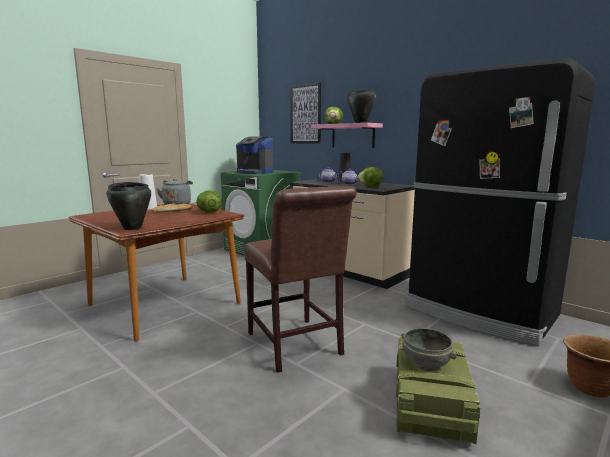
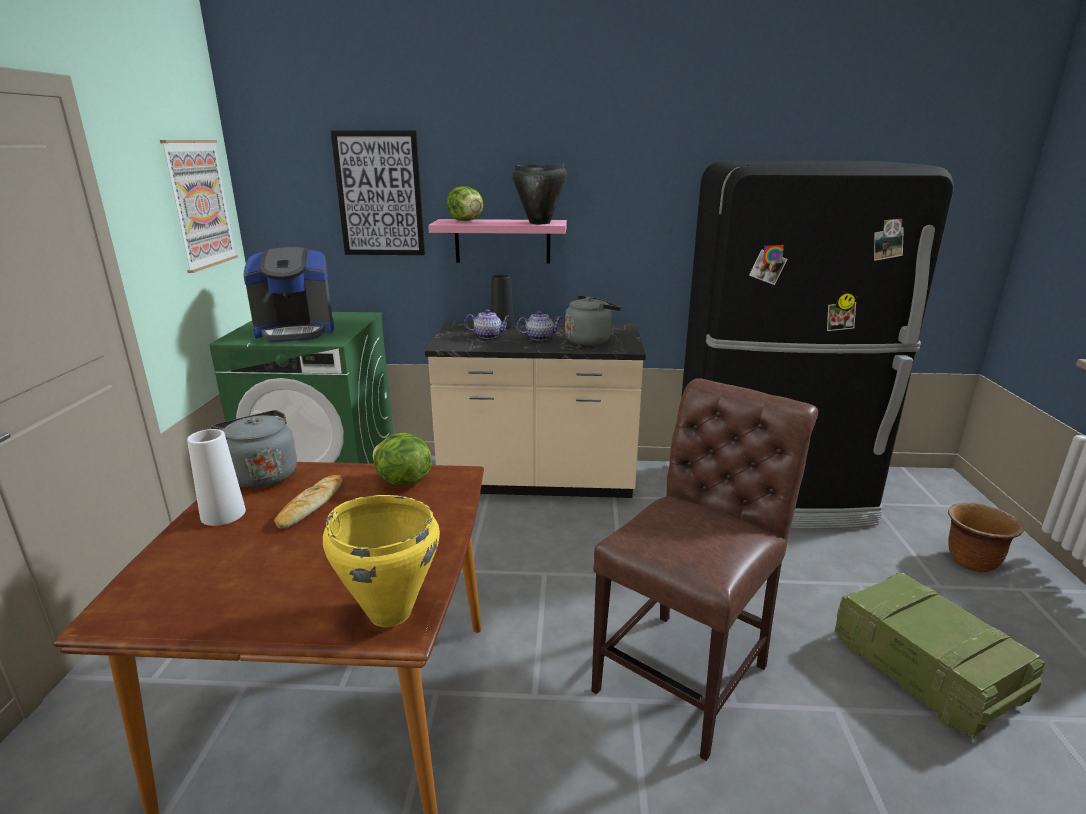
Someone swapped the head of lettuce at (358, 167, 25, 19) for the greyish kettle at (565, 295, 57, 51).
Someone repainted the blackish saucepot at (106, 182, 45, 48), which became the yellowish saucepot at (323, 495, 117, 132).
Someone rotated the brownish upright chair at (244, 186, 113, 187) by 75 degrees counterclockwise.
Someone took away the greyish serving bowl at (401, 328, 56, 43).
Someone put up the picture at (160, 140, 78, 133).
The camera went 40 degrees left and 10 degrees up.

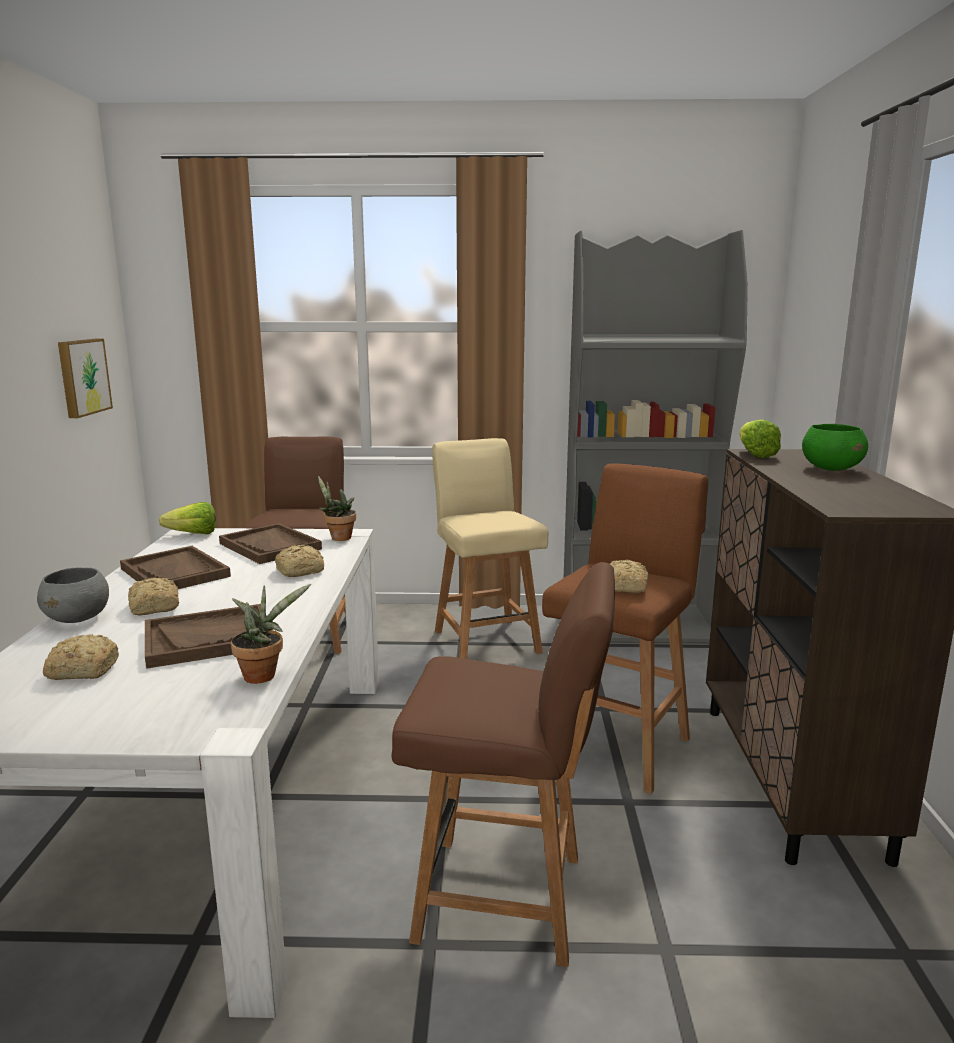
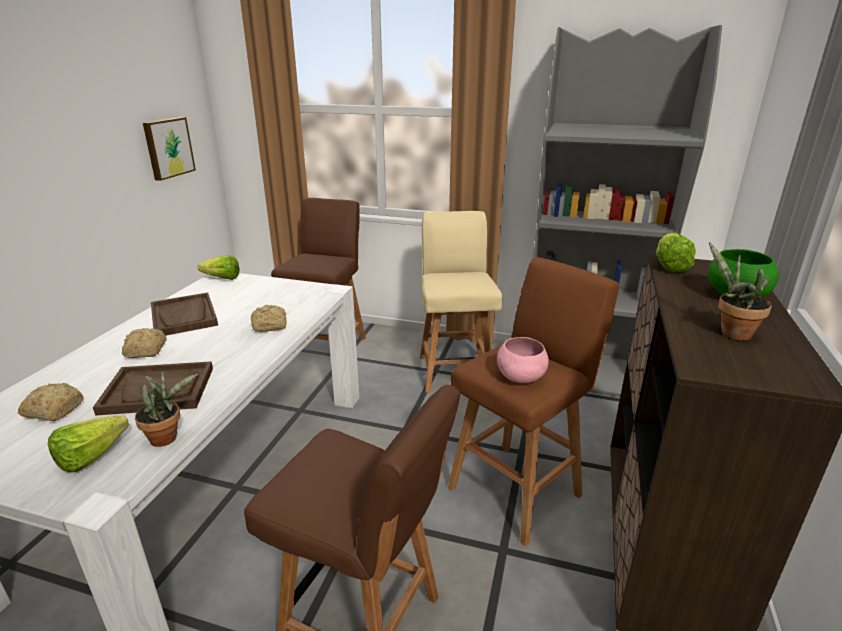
Someone carried the houseplant from (318, 476, 38, 65) to (709, 242, 63, 99).
Someone took away the brownish tray at (219, 523, 103, 41).
Someone swapped the baked bread at (610, 559, 38, 34) for the pinkish serving bowl at (497, 337, 52, 46).
Someone took away the greyish serving bowl at (37, 567, 72, 56).
Someone put down the head of lettuce at (48, 416, 81, 57).
The camera went 15 degrees right and 10 degrees up.

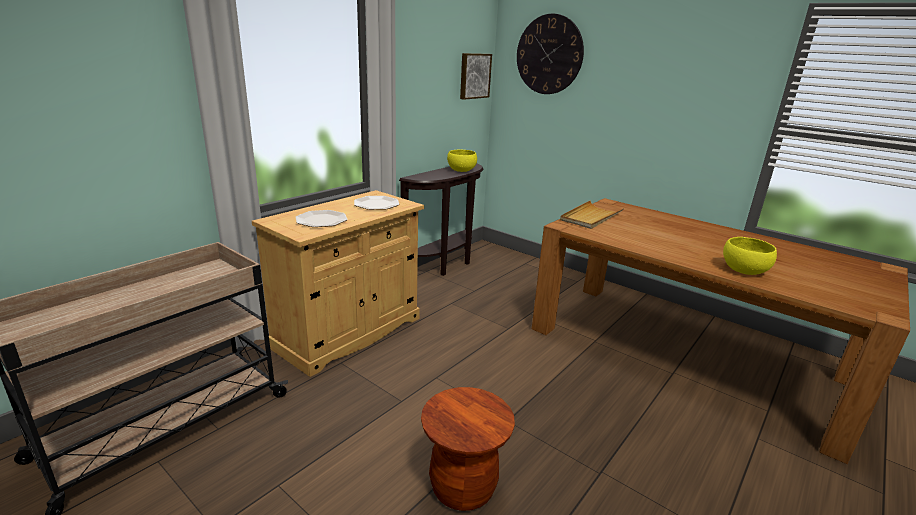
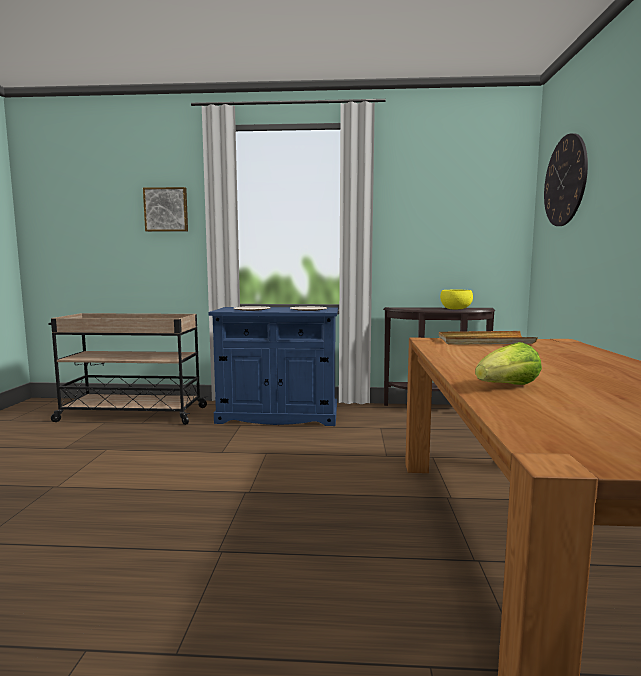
Someone carried the picture from (460, 53, 32, 47) to (143, 187, 45, 45).
Someone repainted the beige cupboard at (252, 190, 172, 187), which became the bluish cupboard at (208, 307, 130, 119).
Someone swapped the yellowish serving bowl at (723, 237, 54, 38) for the head of lettuce at (475, 342, 67, 43).
Someone took away the brownish stool seat at (421, 387, 94, 124).
The camera went 55 degrees right and 15 degrees down.

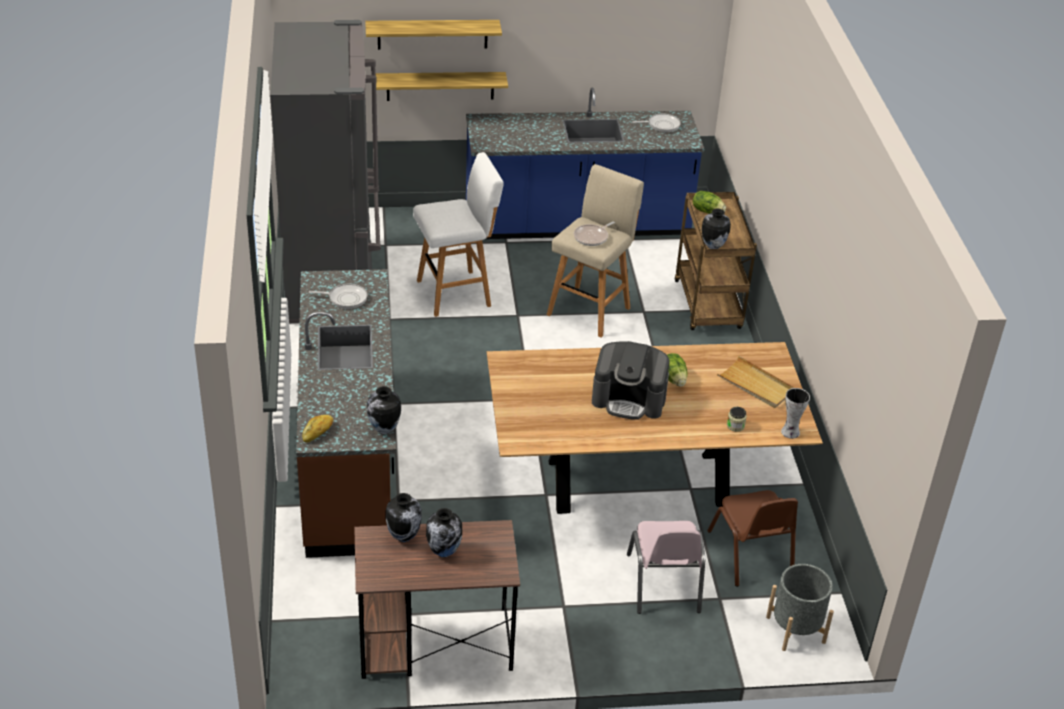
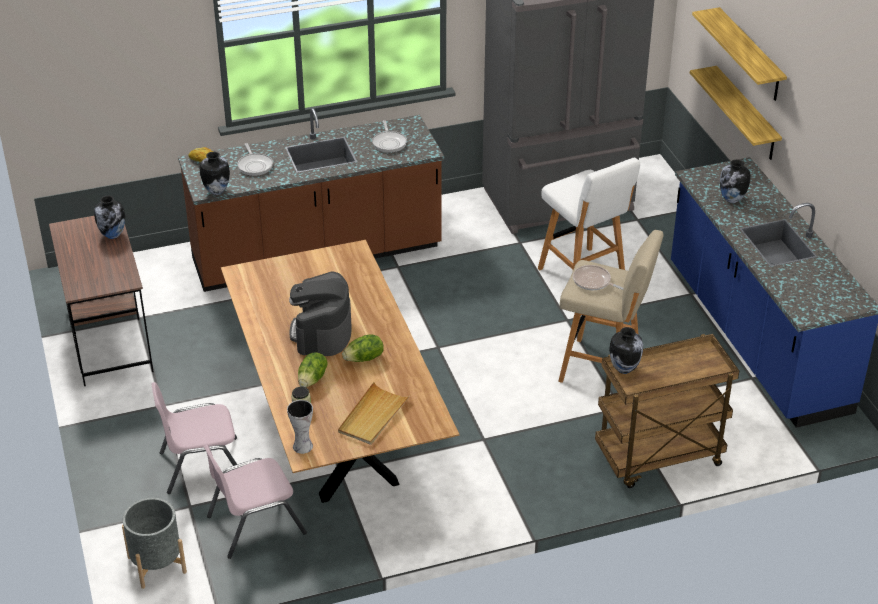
Someone carried the frying pan from (632, 114, 49, 18) to (238, 143, 35, 33).
Someone carried the head of lettuce from (693, 191, 33, 23) to (298, 352, 30, 35).
Someone repainted the brownish upright chair at (707, 490, 91, 97), which became the pinkish upright chair at (203, 445, 104, 114).
Someone carried the flower vase from (426, 508, 36, 49) to (720, 160, 31, 43).
The camera went 80 degrees right and 0 degrees up.

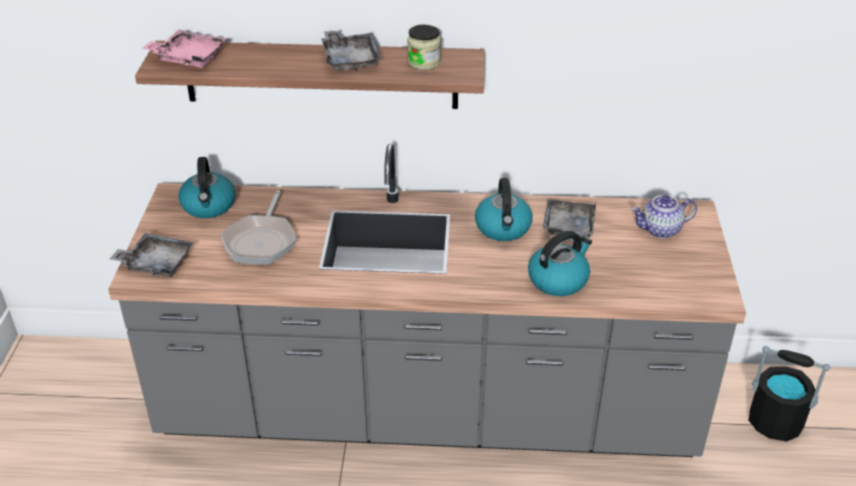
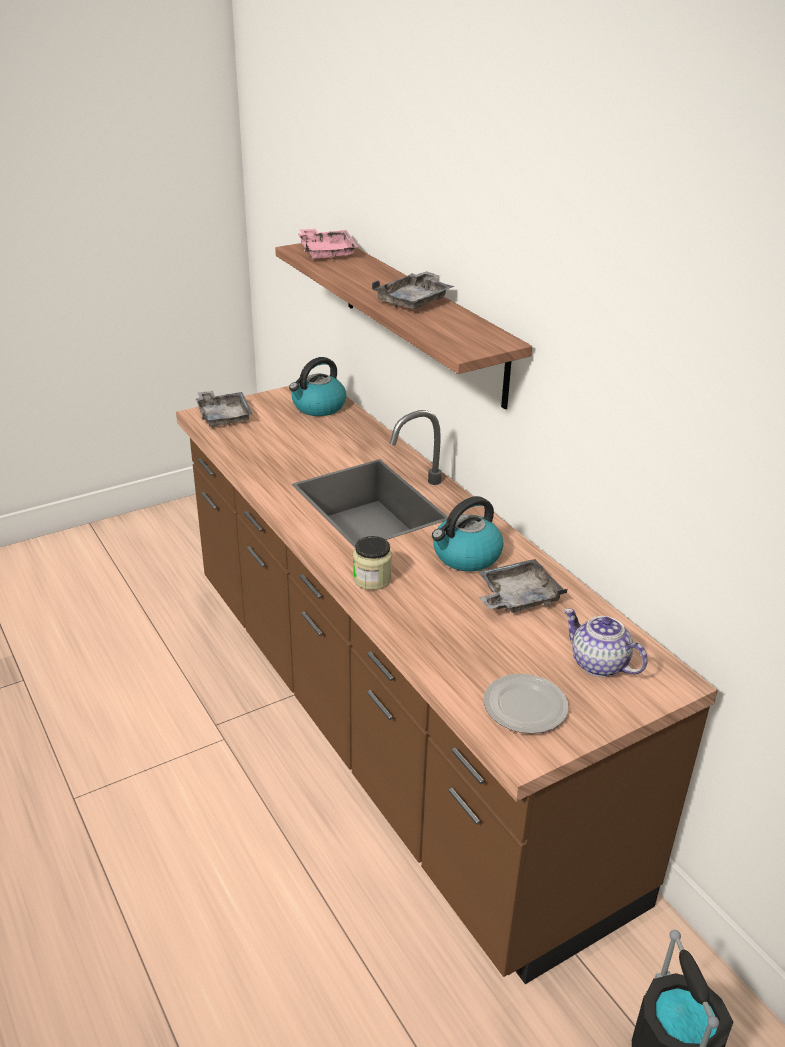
Someone carried the storage jar from (407, 25, 34, 45) to (353, 536, 39, 54).
Someone repainted the greyish counter at (108, 143, 638, 314), which became the brownish counter at (176, 386, 542, 598).
Someone took away the frying pan at (221, 191, 75, 74).
Someone took away the kettle at (528, 231, 64, 65).
Someone put down the plate at (484, 674, 85, 60).
The camera went 55 degrees right and 5 degrees down.

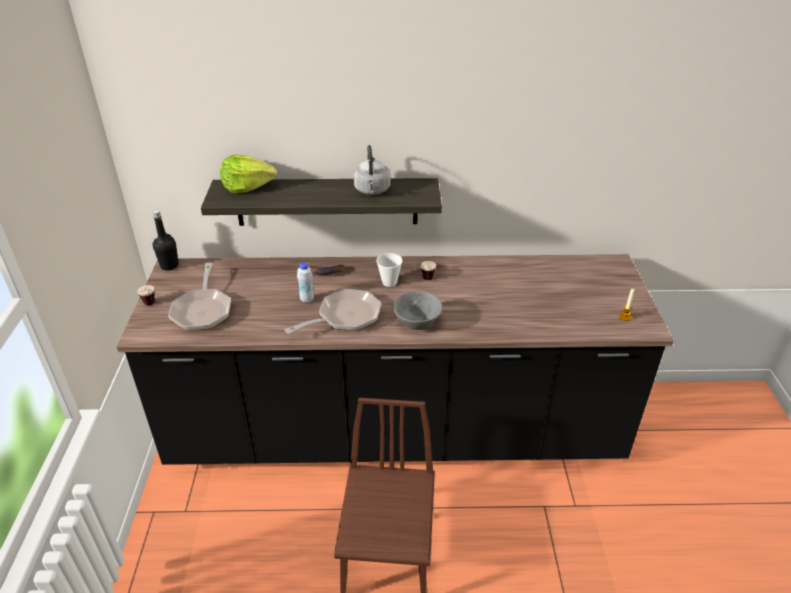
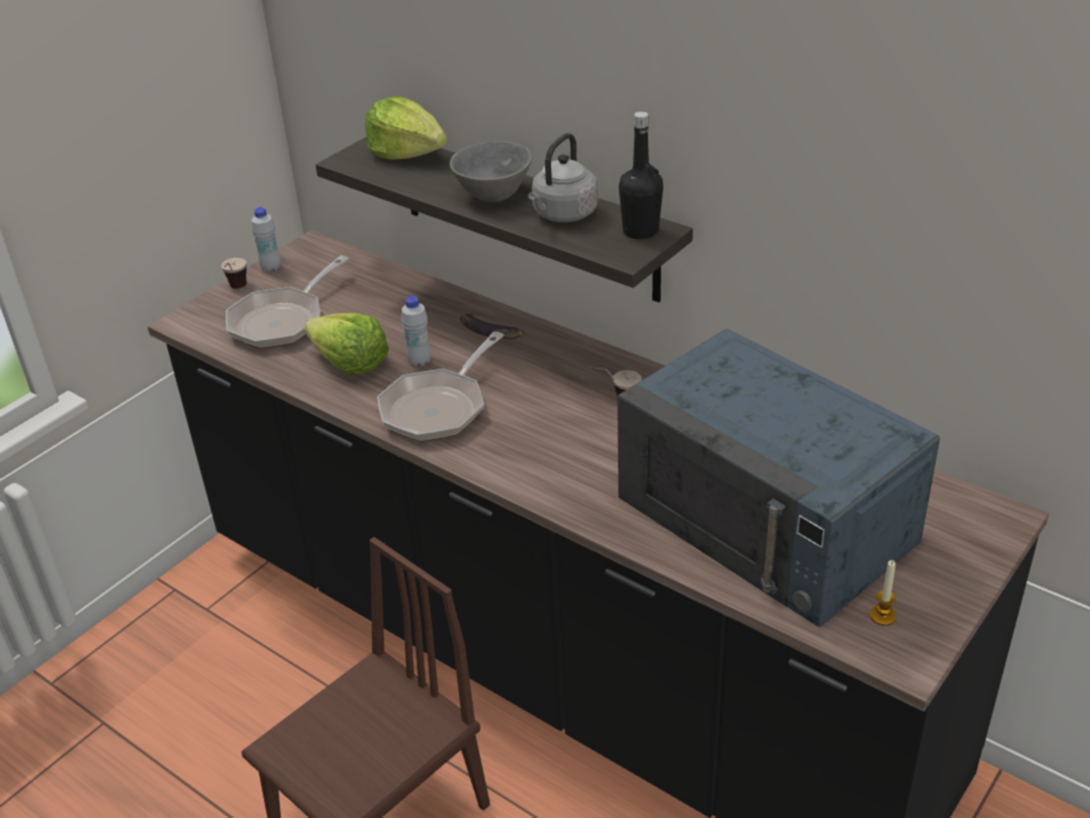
Someone carried the blackish bottle from (153, 210, 26, 61) to (619, 112, 44, 128).
Someone took away the cup at (376, 253, 27, 34).
Someone rotated the frying pan at (285, 289, 96, 45) by 120 degrees clockwise.
Someone carried the greyish serving bowl from (393, 291, 49, 39) to (450, 141, 82, 61).
Someone put down the whitish bottle at (251, 207, 30, 65).
Someone put down the head of lettuce at (304, 313, 85, 62).
Someone put down the bluish kitchen microwave at (617, 329, 323, 298).
The camera went 40 degrees right and 0 degrees up.

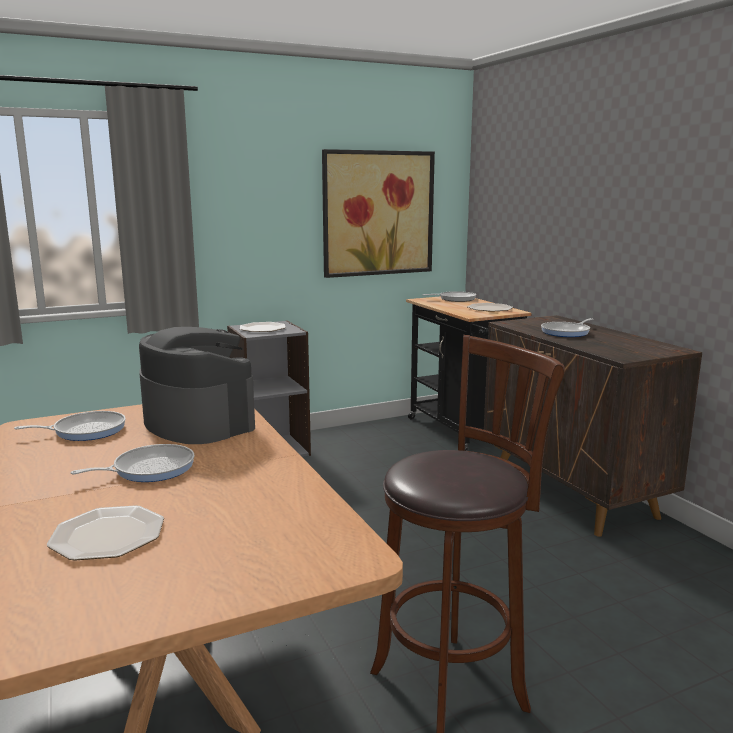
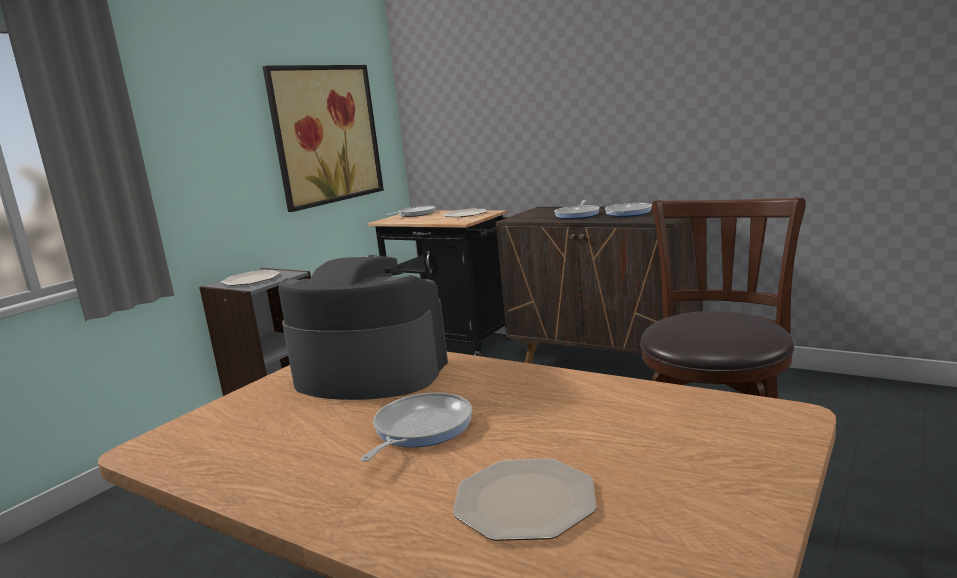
Someone carried the frying pan from (14, 411, 112, 30) to (605, 203, 47, 14).
The camera went 30 degrees left and 0 degrees up.

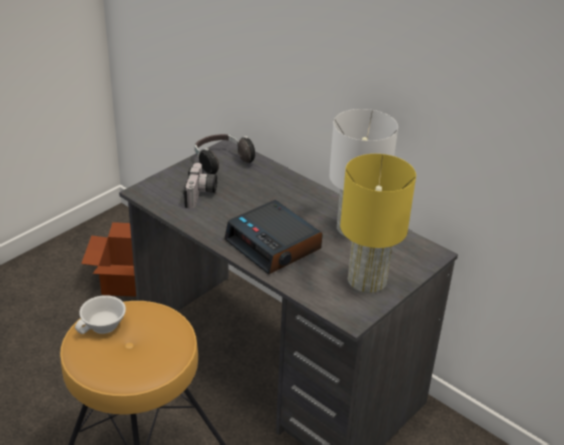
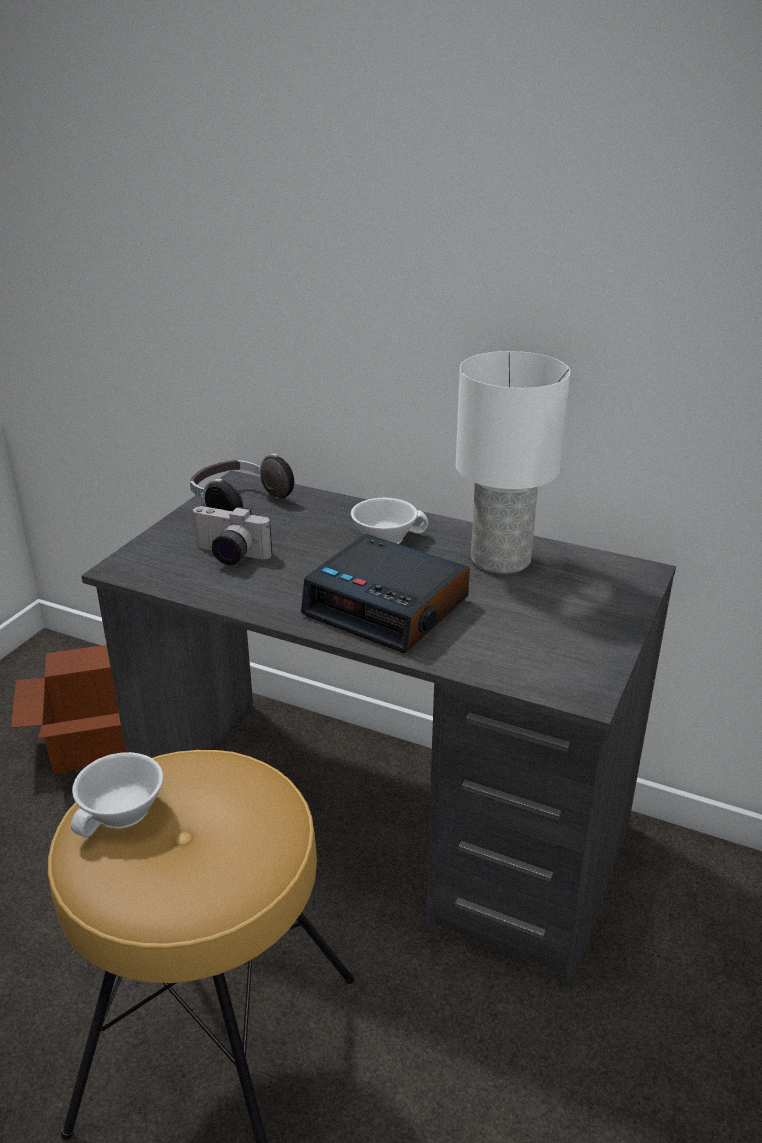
Someone took away the yellowish tabletop lamp at (340, 154, 76, 139).
Someone rotated the photo camera at (183, 163, 34, 46) by 120 degrees clockwise.
Someone put down the whitish cup at (351, 498, 78, 46).
The camera went 15 degrees left and 5 degrees down.

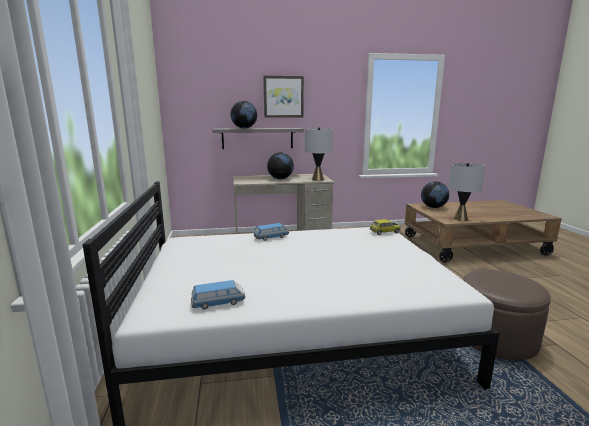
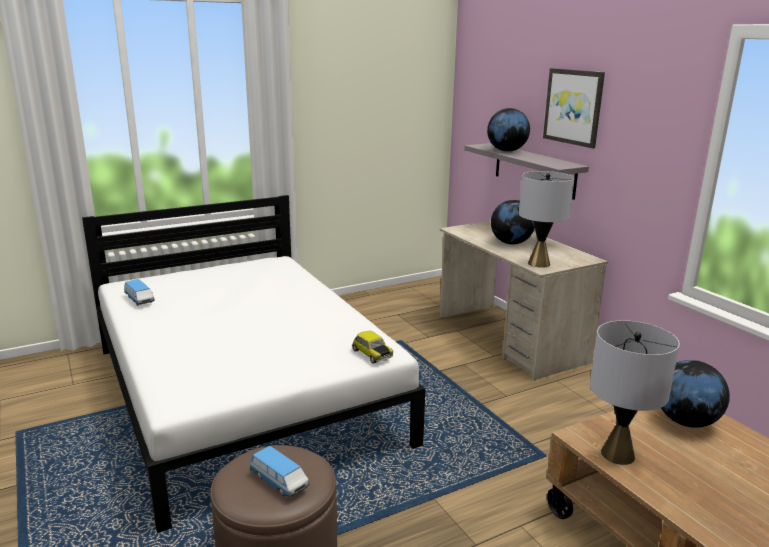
Someone carried the toy car from (254, 223, 35, 18) to (250, 446, 60, 51).
The camera went 70 degrees right and 5 degrees up.

